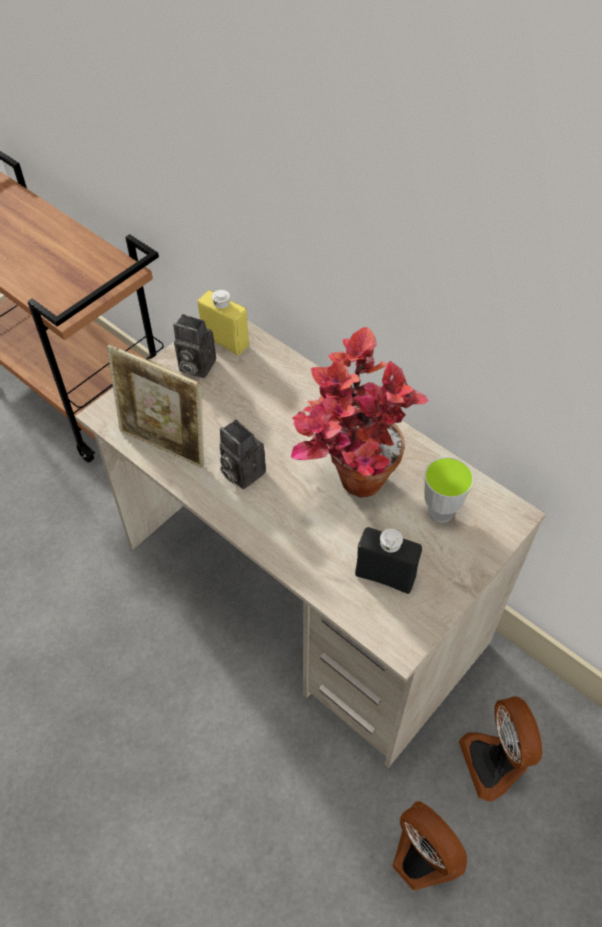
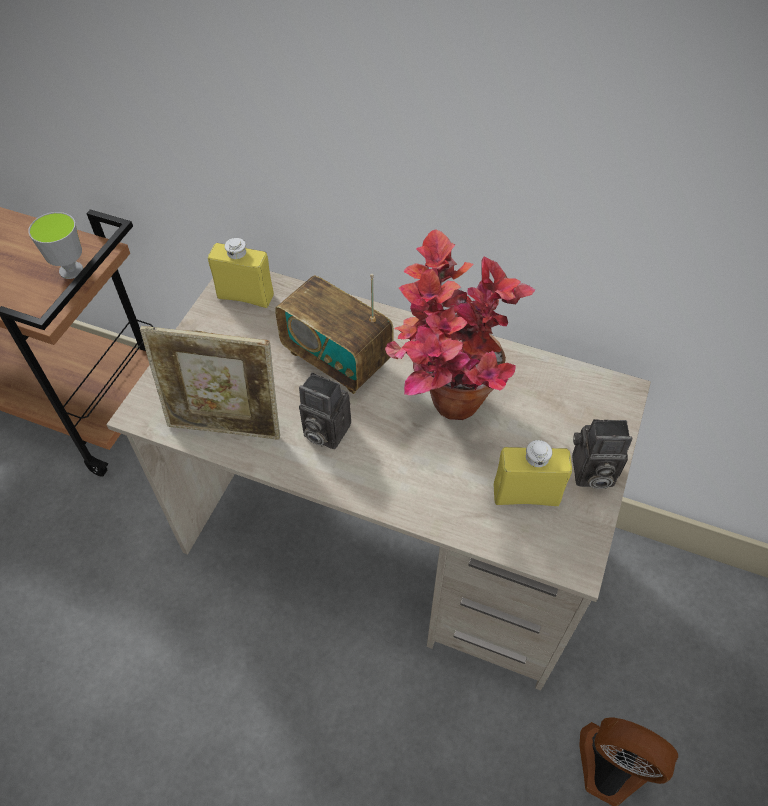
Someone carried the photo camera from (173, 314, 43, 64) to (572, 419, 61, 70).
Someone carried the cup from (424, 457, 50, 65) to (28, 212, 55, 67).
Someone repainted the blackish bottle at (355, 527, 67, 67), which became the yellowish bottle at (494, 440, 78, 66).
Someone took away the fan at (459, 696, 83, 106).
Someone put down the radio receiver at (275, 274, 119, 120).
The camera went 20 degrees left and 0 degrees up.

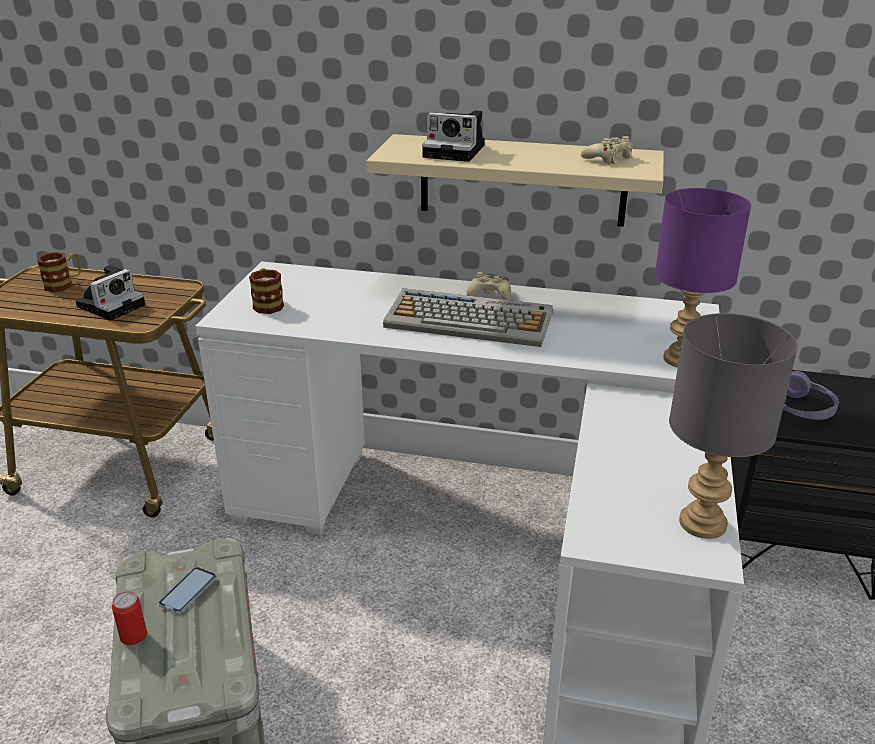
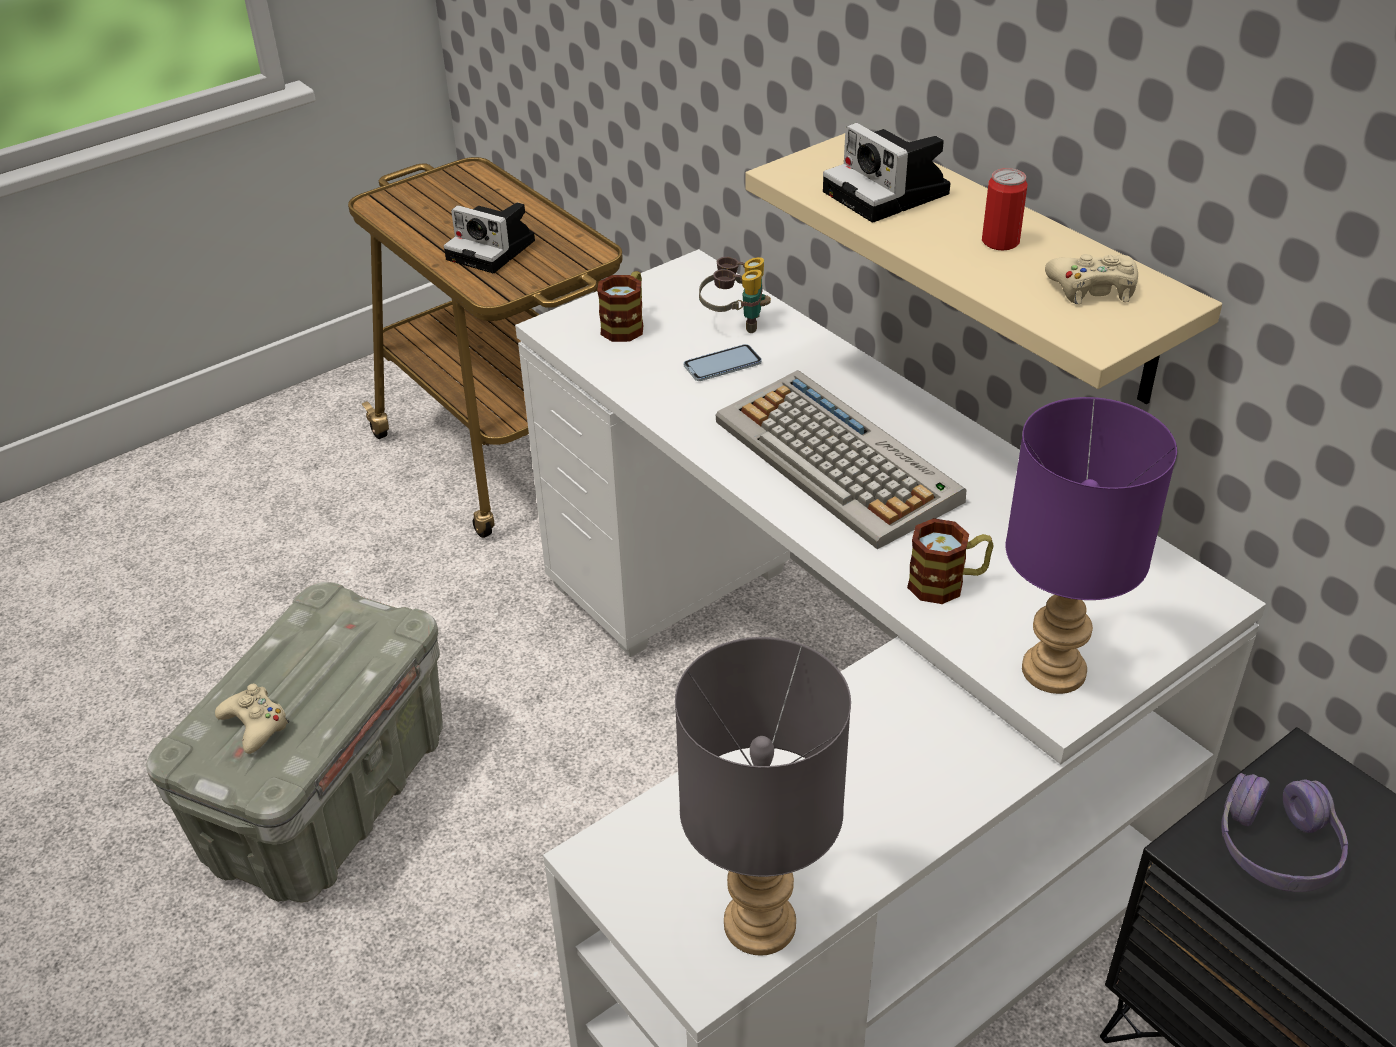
Someone carried the mug from (37, 252, 44, 40) to (907, 518, 87, 86).
Someone rotated the photo camera at (75, 265, 70, 56) by 45 degrees clockwise.
Someone carried the beige joypad from (466, 272, 45, 28) to (215, 684, 74, 70).
Someone carried the handset from (158, 567, 58, 47) to (684, 344, 78, 37).
Someone carried the metal can from (112, 591, 35, 54) to (982, 168, 45, 83).
Someone put down the binoculars at (699, 257, 72, 76).
The camera went 40 degrees right and 10 degrees up.

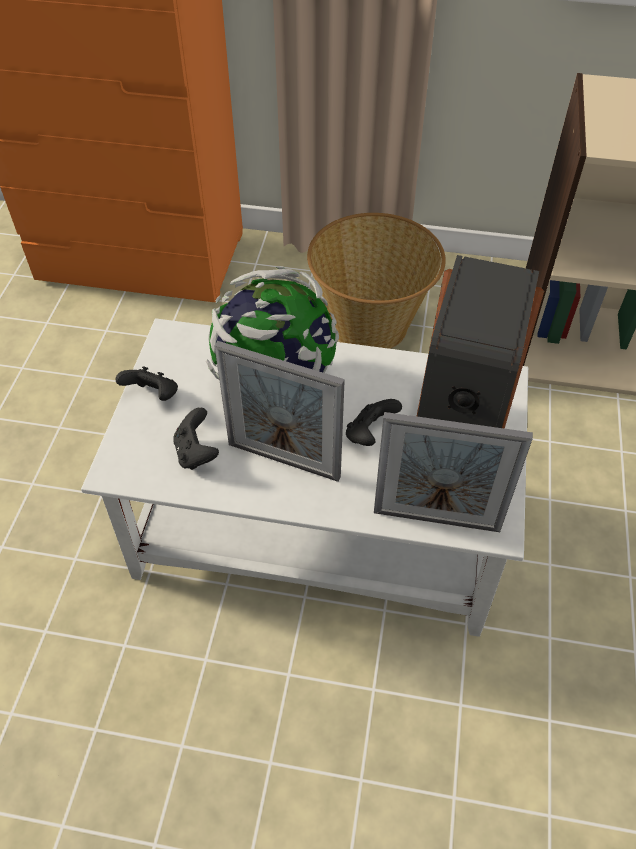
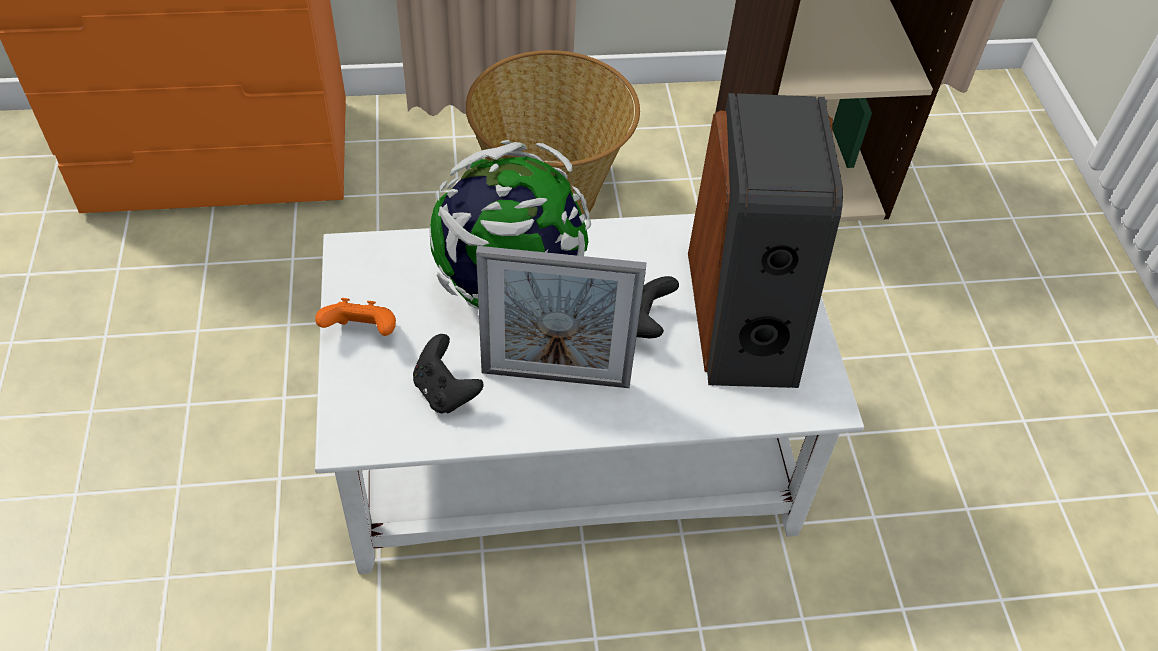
Someone repainted the blackish joypad at (115, 366, 63, 35), which became the orangey joypad at (315, 298, 81, 38).
Someone took away the photo frame at (374, 412, 159, 120).
The camera went 20 degrees left and 0 degrees up.

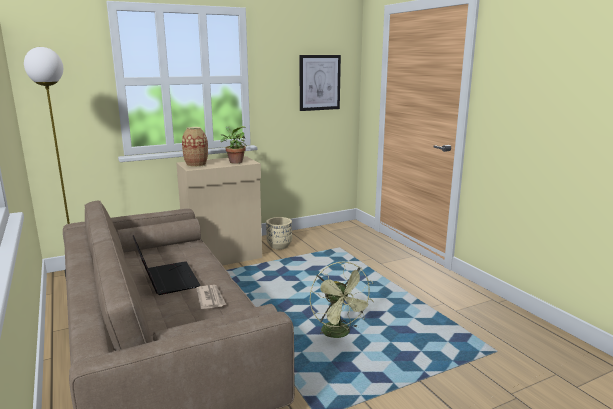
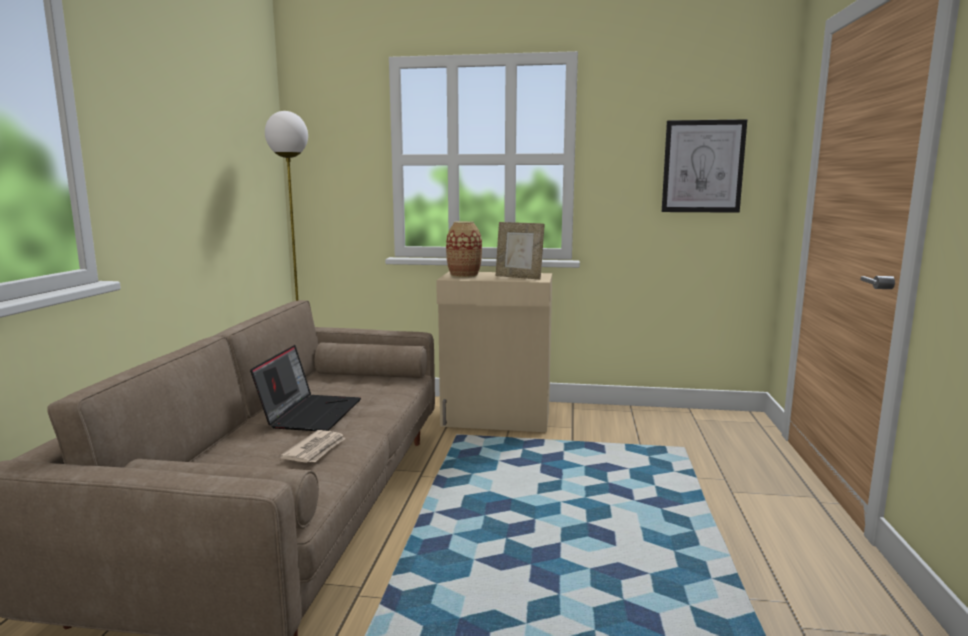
Someone swapped the houseplant at (220, 126, 26, 38) for the photo frame at (496, 222, 48, 57).
Someone took away the beige plant pot at (266, 217, 26, 33).
Someone took away the greenish fan at (310, 262, 64, 76).
The camera went 35 degrees right and 5 degrees down.

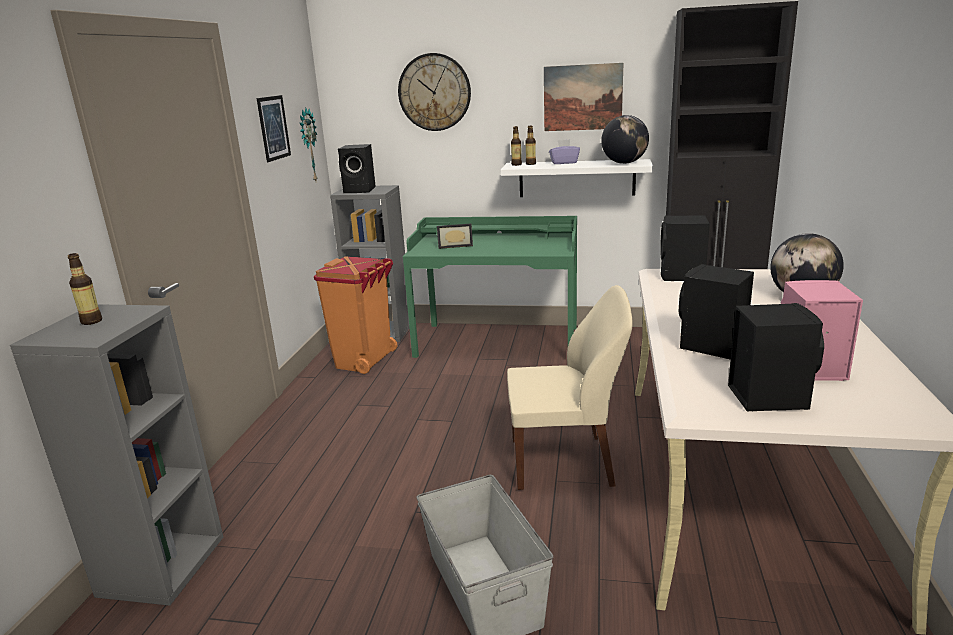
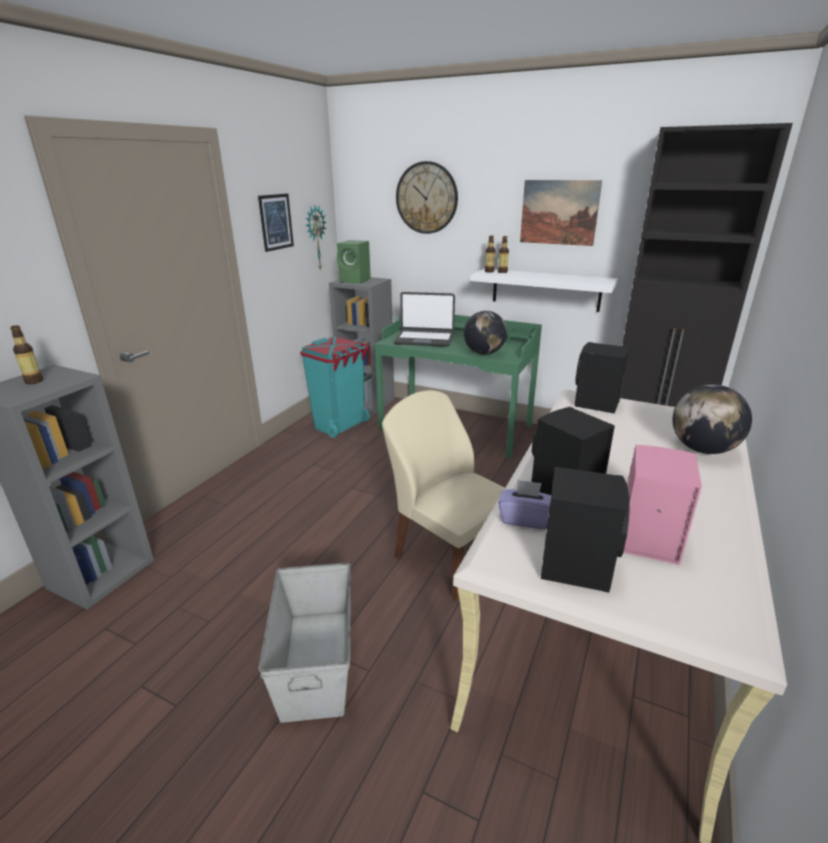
Someone carried the desk globe from (601, 115, 48, 49) to (464, 311, 43, 43).
Someone carried the purplish tissue box from (549, 139, 31, 25) to (498, 480, 53, 49).
Someone repainted the blackish speaker at (338, 144, 38, 49), which became the greenish speaker at (337, 240, 34, 44).
Someone swapped the photo frame at (437, 223, 36, 26) for the notebook computer at (394, 292, 61, 55).
Someone repainted the orangey trash can at (314, 256, 83, 118), which became the turquoise trash can at (300, 337, 70, 101).
Someone rotated the beige upright chair at (507, 285, 126, 205) by 150 degrees counterclockwise.
The camera went 15 degrees right and 5 degrees up.

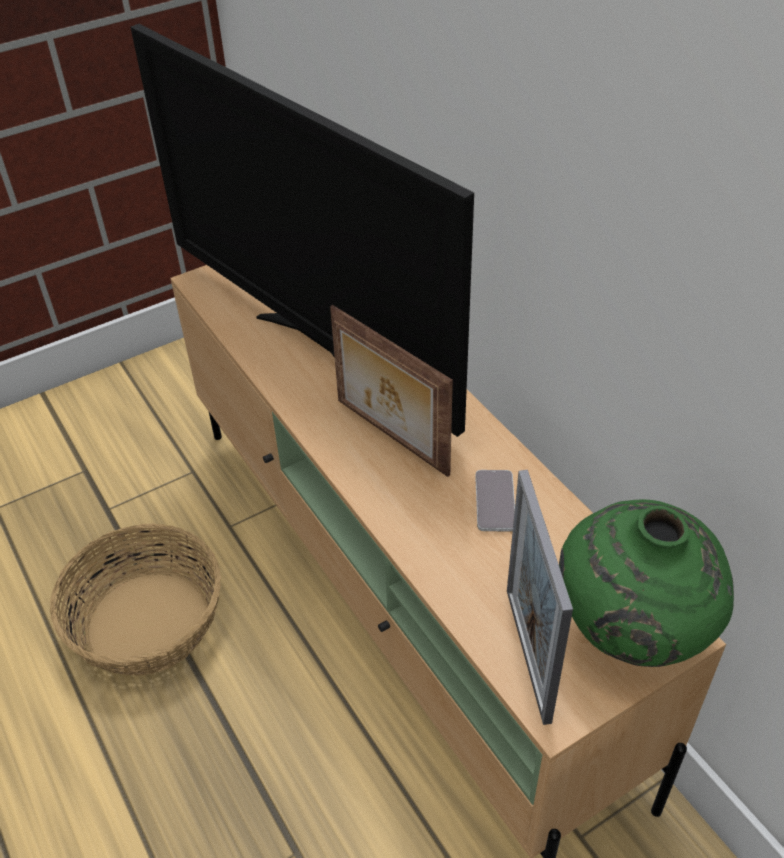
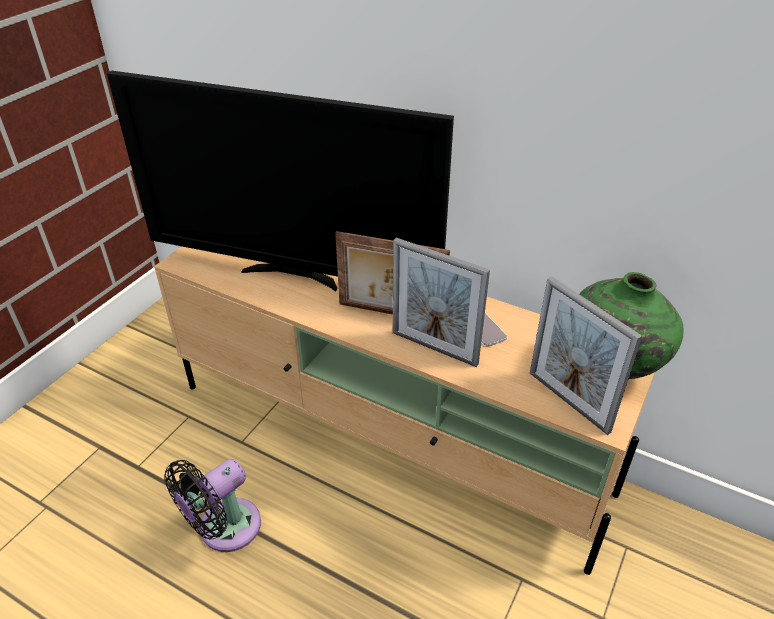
Someone swapped the household basket at (50, 523, 171, 153) for the blackish fan at (164, 459, 97, 93).
Someone put down the photo frame at (393, 238, 97, 129).
The camera went 30 degrees left and 5 degrees down.

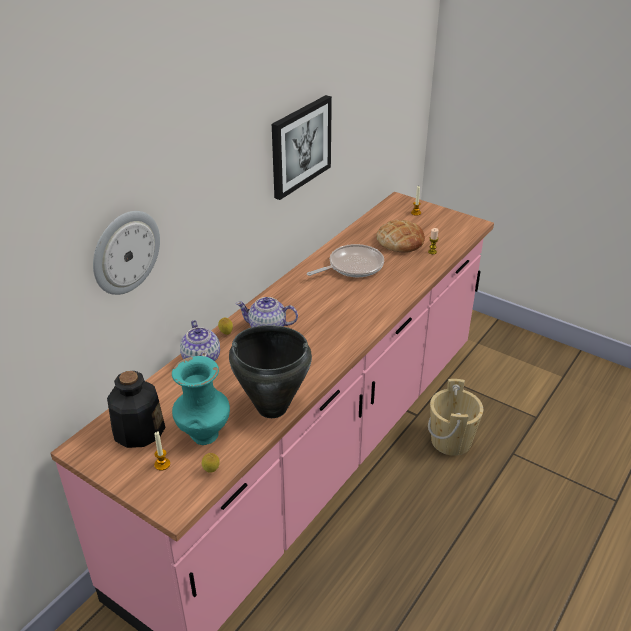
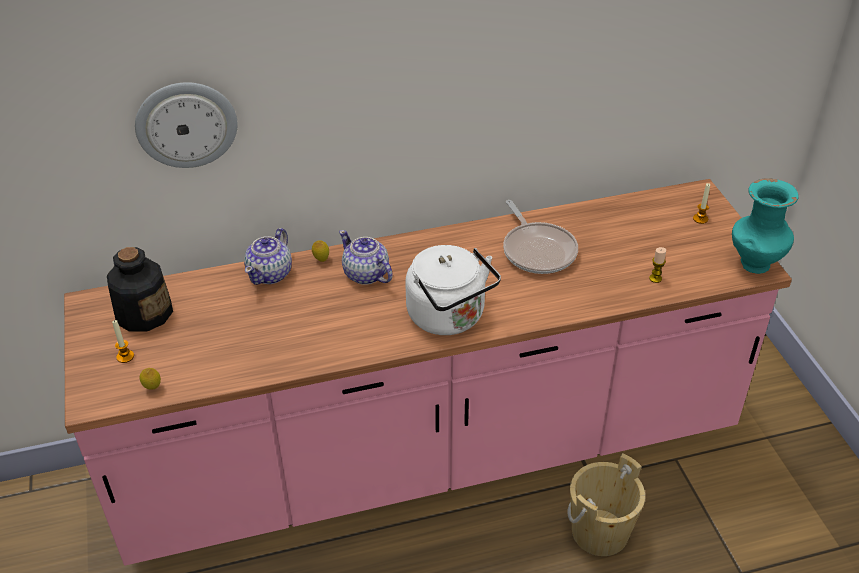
Someone took away the picture at (272, 95, 60, 105).
Someone took away the baked bread at (376, 220, 49, 33).
Someone rotated the frying pan at (307, 244, 77, 33) by 60 degrees clockwise.
Someone took away the blackish saucepot at (229, 325, 83, 93).
Someone carried the turquoise flower vase from (172, 356, 58, 89) to (732, 178, 67, 96).
Someone put down the whitish kettle at (405, 245, 96, 90).
The camera went 40 degrees right and 5 degrees up.

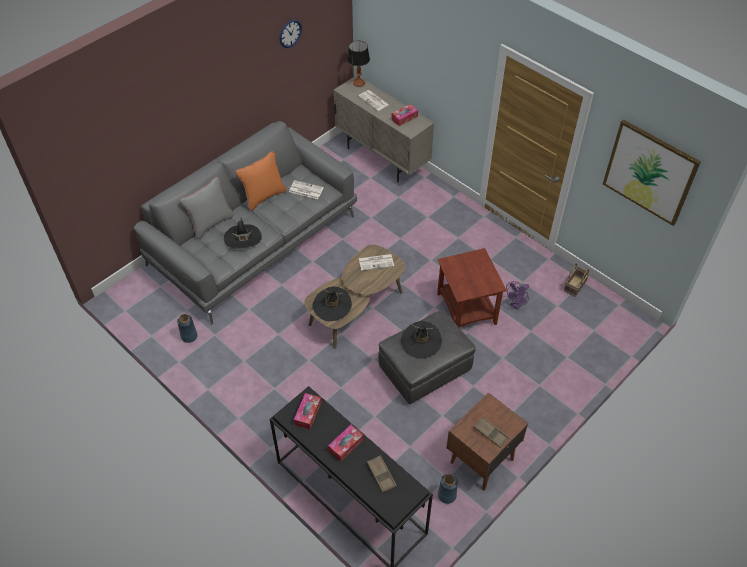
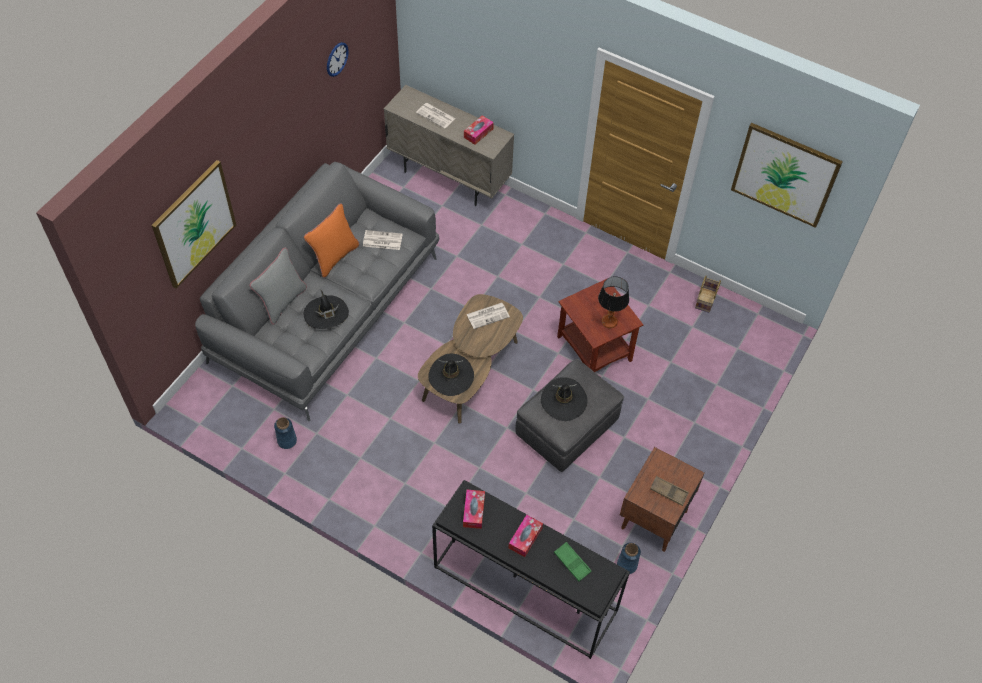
Someone carried the tabletop lamp from (347, 41, 23, 46) to (598, 276, 31, 52).
Someone took away the purplish fan at (506, 281, 23, 28).
Someone repainted the brownish tray at (367, 455, 30, 38), which became the greenish tray at (554, 542, 38, 40).
Someone put up the picture at (152, 160, 84, 129).
The camera went 15 degrees left and 5 degrees up.

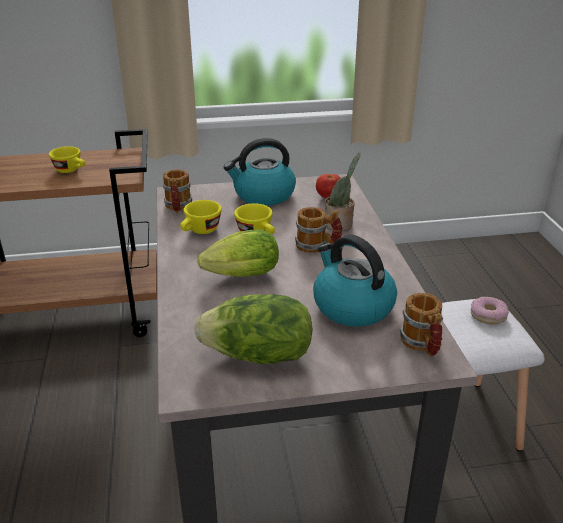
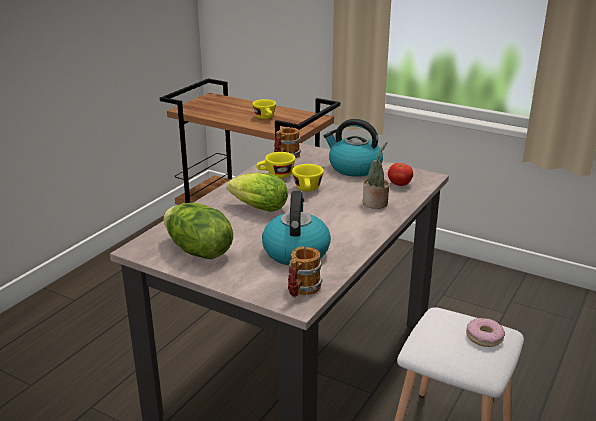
Someone took away the mug at (295, 207, 48, 46).
The camera went 40 degrees right and 5 degrees down.

